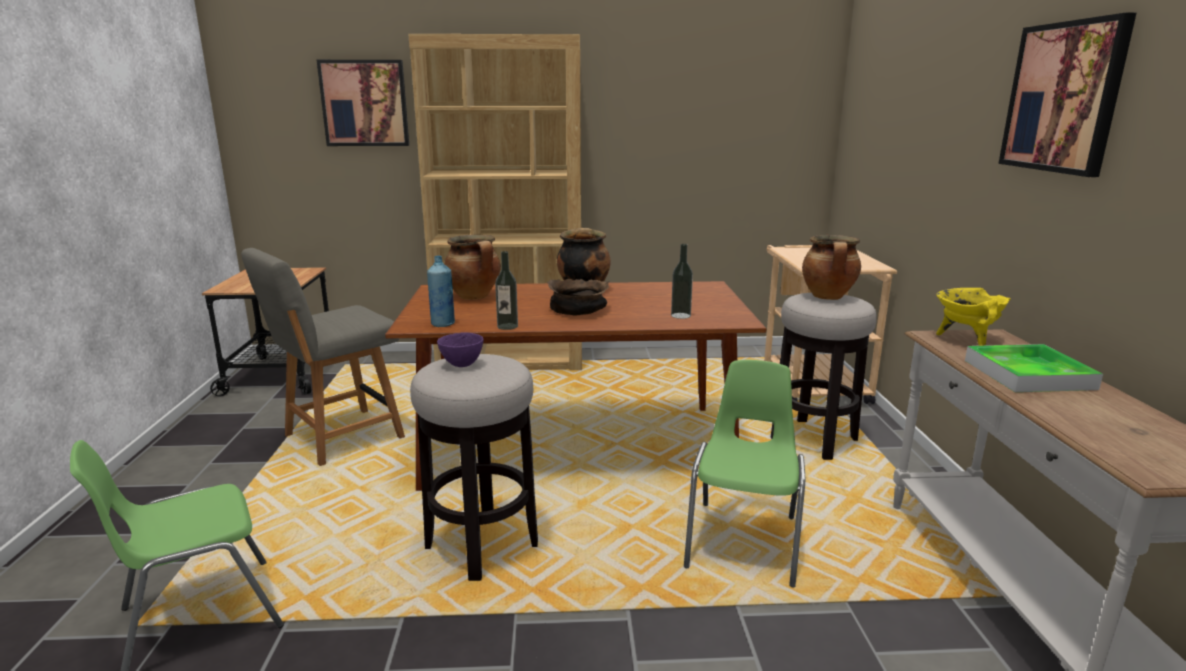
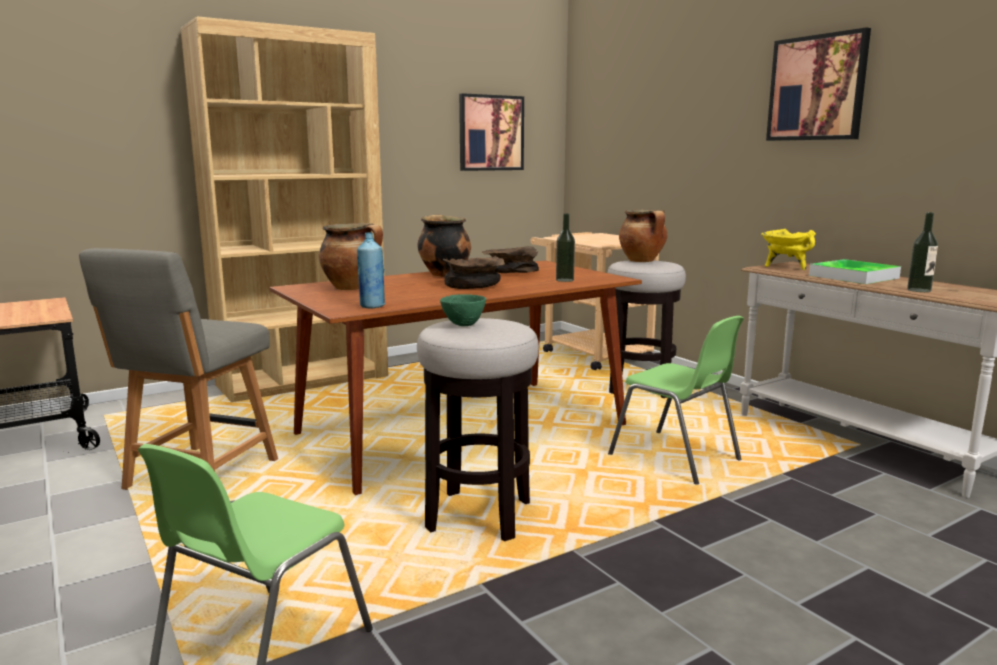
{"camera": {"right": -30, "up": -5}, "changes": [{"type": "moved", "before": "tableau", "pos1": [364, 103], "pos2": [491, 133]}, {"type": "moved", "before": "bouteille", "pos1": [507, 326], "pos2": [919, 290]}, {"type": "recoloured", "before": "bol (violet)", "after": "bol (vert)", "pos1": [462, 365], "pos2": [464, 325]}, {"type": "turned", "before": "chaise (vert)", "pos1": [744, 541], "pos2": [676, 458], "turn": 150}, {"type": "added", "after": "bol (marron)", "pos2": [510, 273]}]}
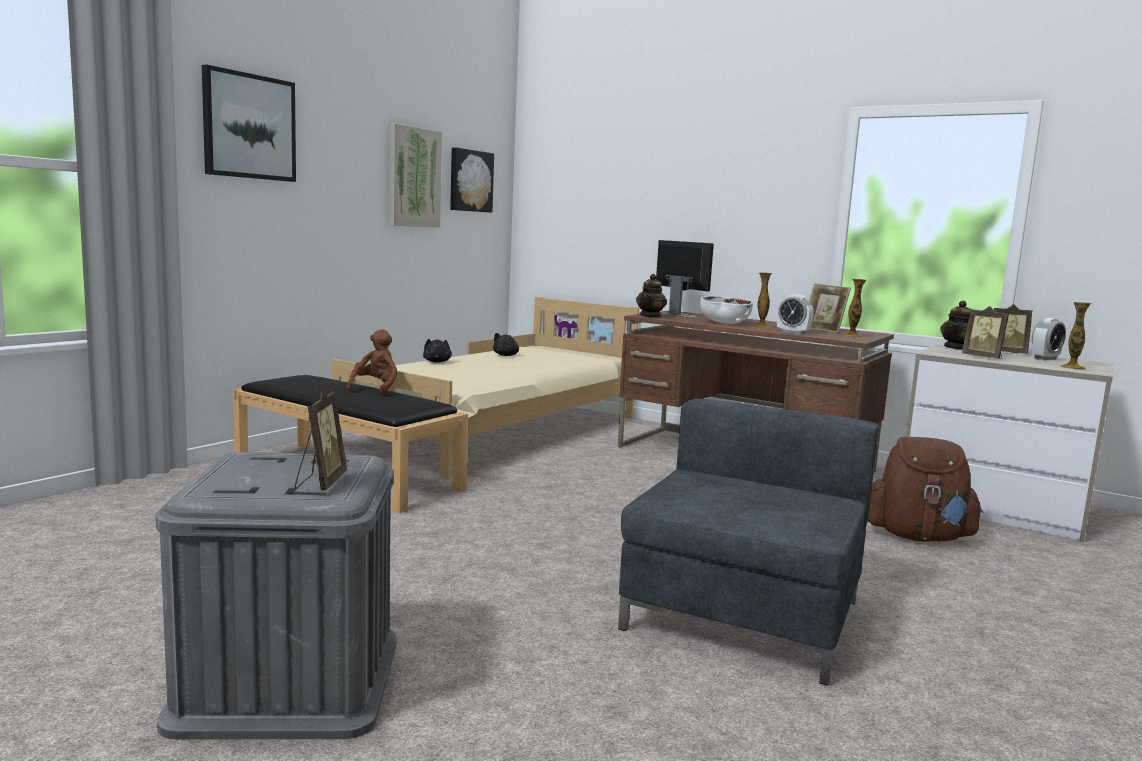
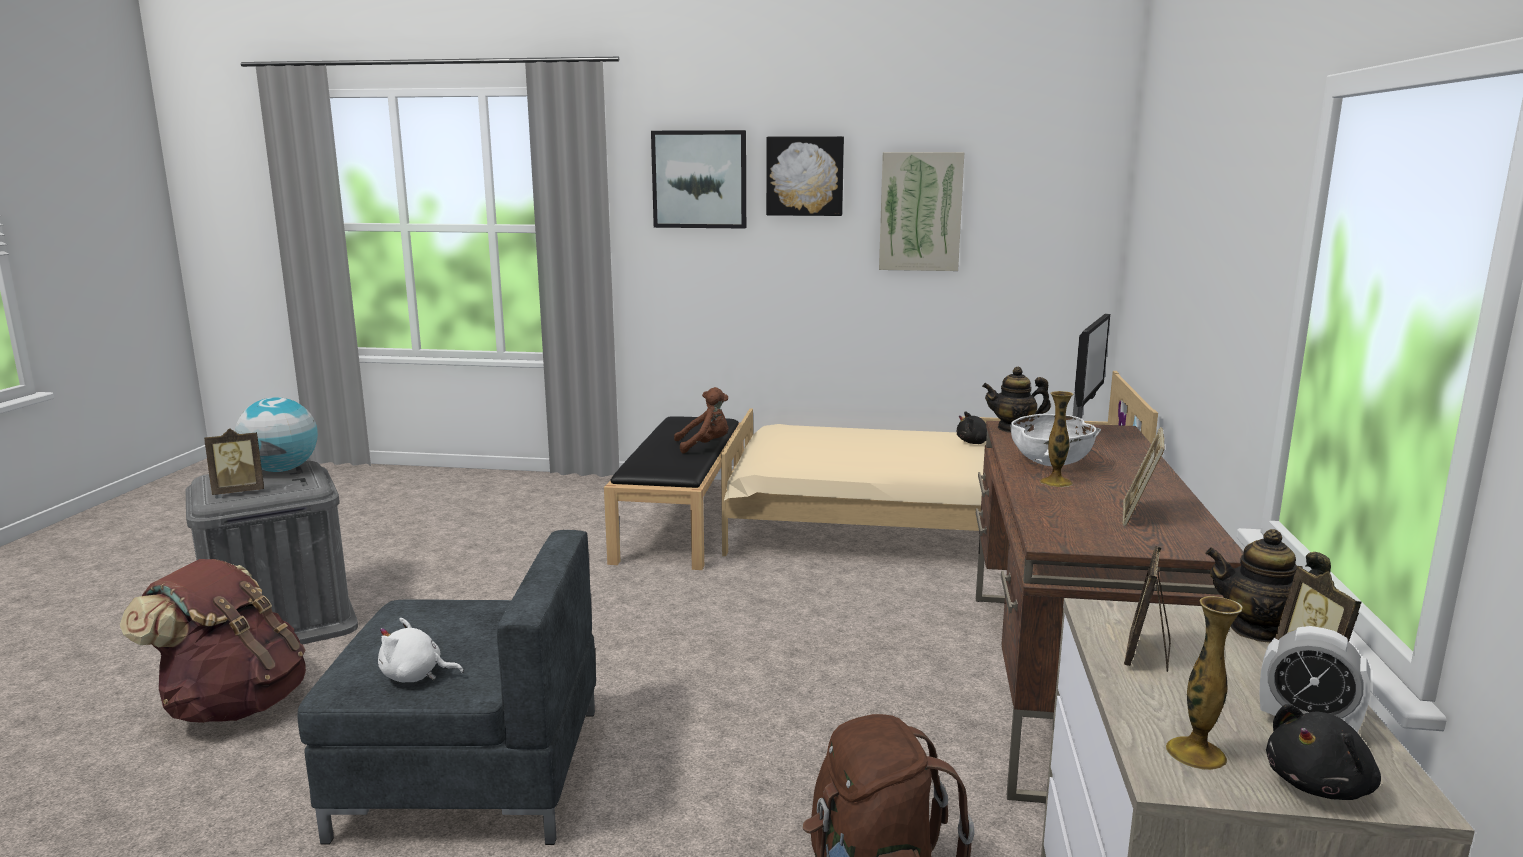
{"camera": {"right": 65, "up": 5}, "changes": [{"type": "moved", "before": "tableau", "pos1": [470, 181], "pos2": [805, 176]}, {"type": "removed", "before": "vase", "pos1": [851, 336]}, {"type": "removed", "before": "réveil", "pos1": [793, 332]}, {"type": "moved", "before": "peluche (noir)", "pos1": [437, 362], "pos2": [1320, 785]}, {"type": "added", "after": "globe", "pos2": [281, 470]}, {"type": "added", "after": "sac à dos (marron)", "pos2": [233, 705]}, {"type": "added", "after": "peluche (blanc)", "pos2": [415, 676]}]}
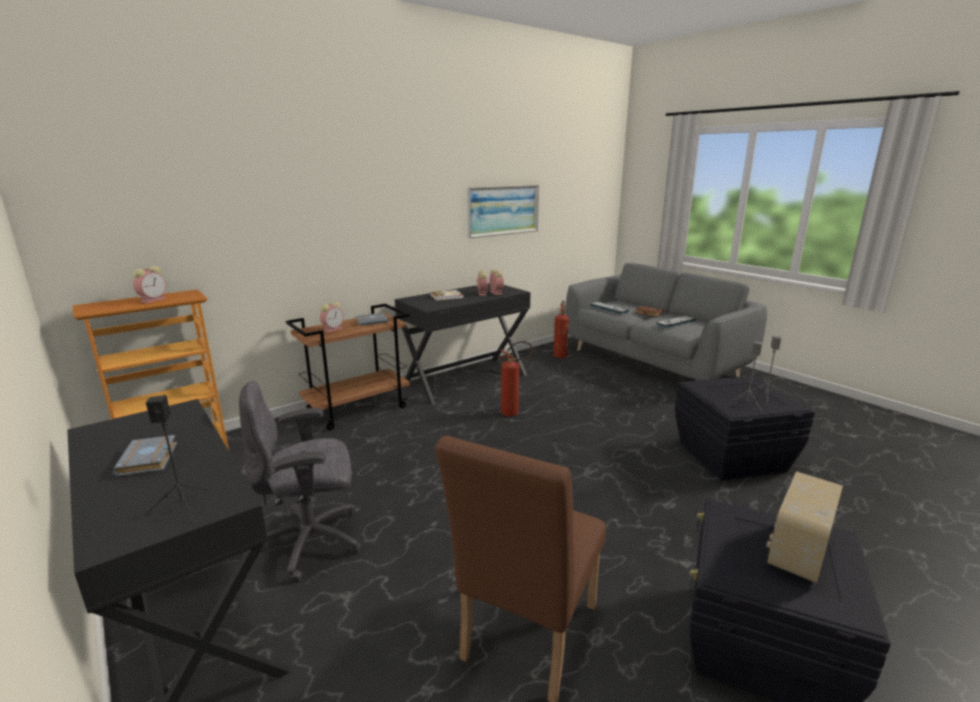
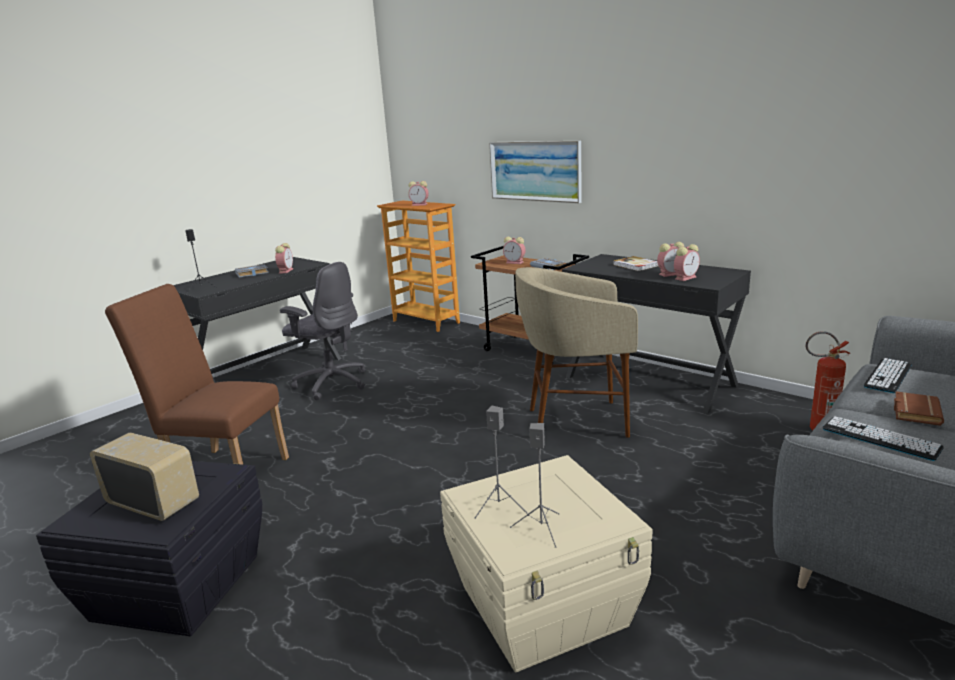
{"camera": {"right": 80, "up": 0}, "changes": [{"type": "moved", "before": "tableau", "pos1": [503, 210], "pos2": [535, 171]}, {"type": "replaced", "before": "extincteur", "after": "tabouret (beige)", "pos1": [514, 413], "pos2": [576, 421]}, {"type": "recoloured", "before": "boîte de rangement (noir)", "after": "boîte de rangement (beige)", "pos1": [731, 456], "pos2": [545, 606]}, {"type": "turned", "before": "chaise de bureau (gris)", "pos1": [312, 542], "pos2": [331, 383], "turn": 150}, {"type": "added", "after": "réveil", "pos2": [286, 271]}]}
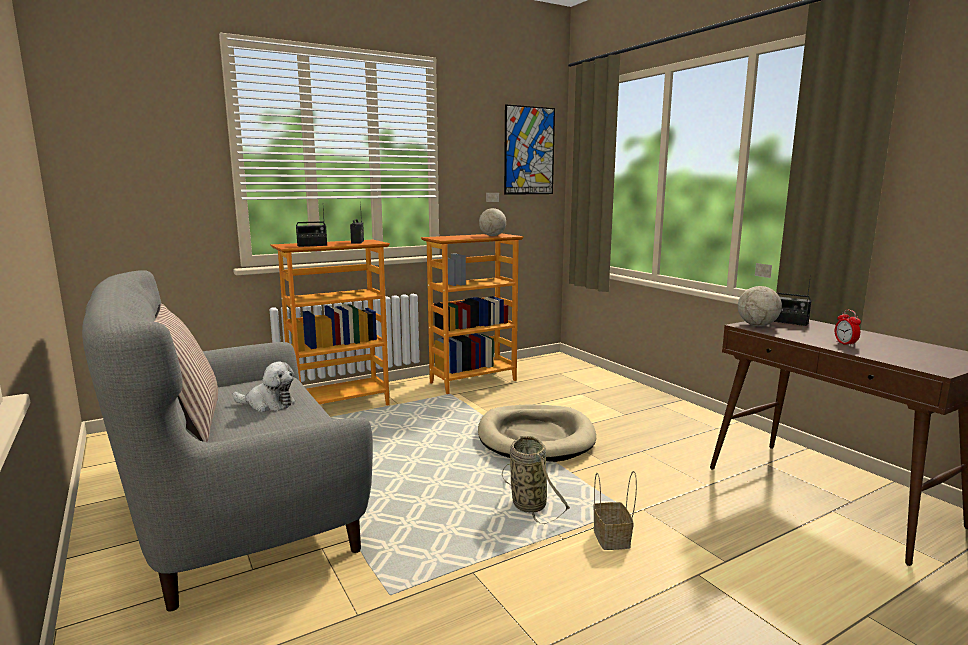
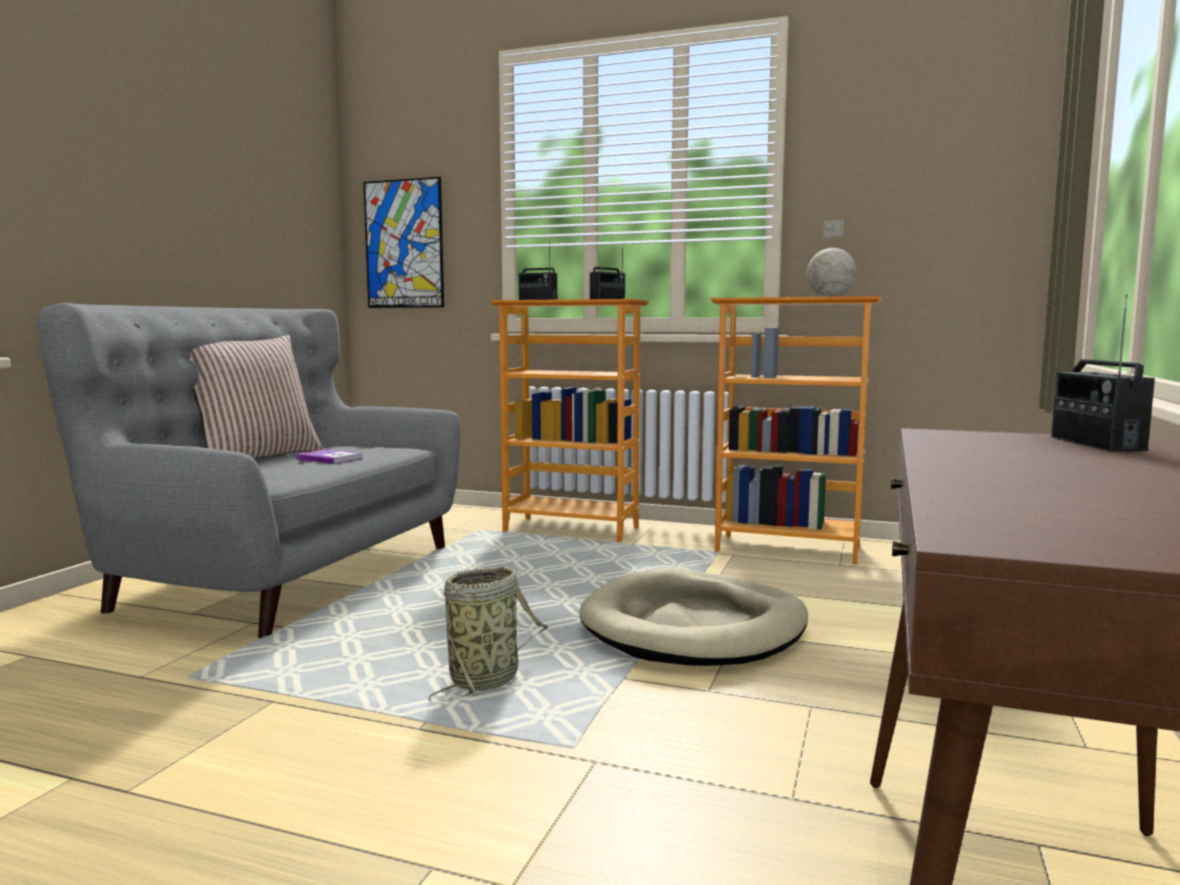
{"camera": {"right": 50, "up": -5}, "changes": [{"type": "moved", "before": "tableau", "pos1": [529, 151], "pos2": [404, 244]}, {"type": "removed", "before": "globe", "pos1": [757, 325]}, {"type": "removed", "before": "réveil", "pos1": [845, 344]}, {"type": "replaced", "before": "peluche", "after": "livre", "pos1": [268, 404], "pos2": [330, 458]}, {"type": "removed", "before": "panier", "pos1": [612, 539]}]}
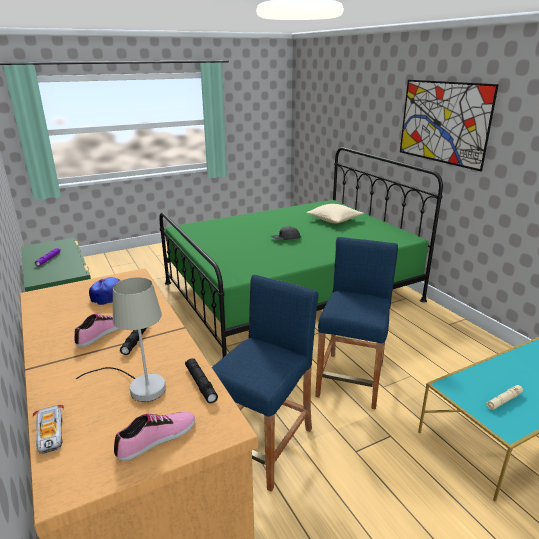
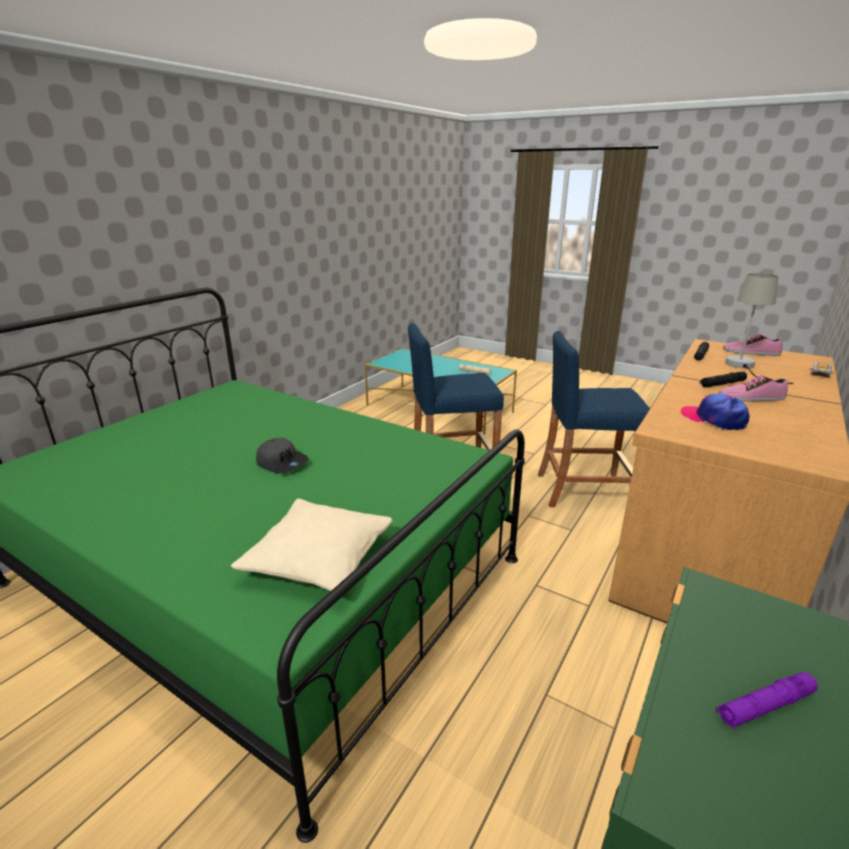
{"camera": {"right": -120, "up": 0}, "changes": [{"type": "removed", "before": "tableau", "pos1": [443, 122]}, {"type": "moved", "before": "coussin (beige)", "pos1": [334, 220], "pos2": [319, 559]}]}
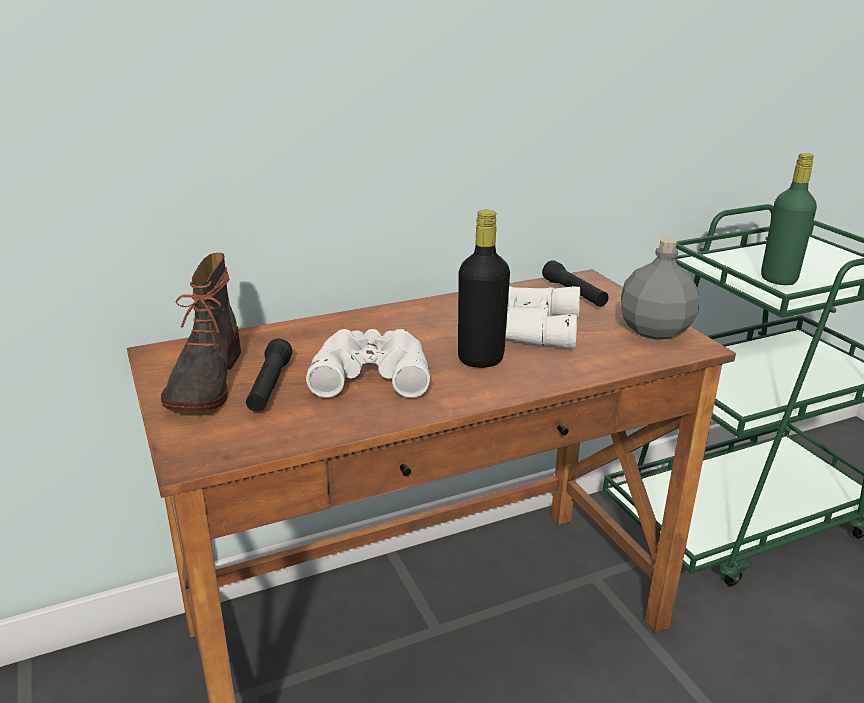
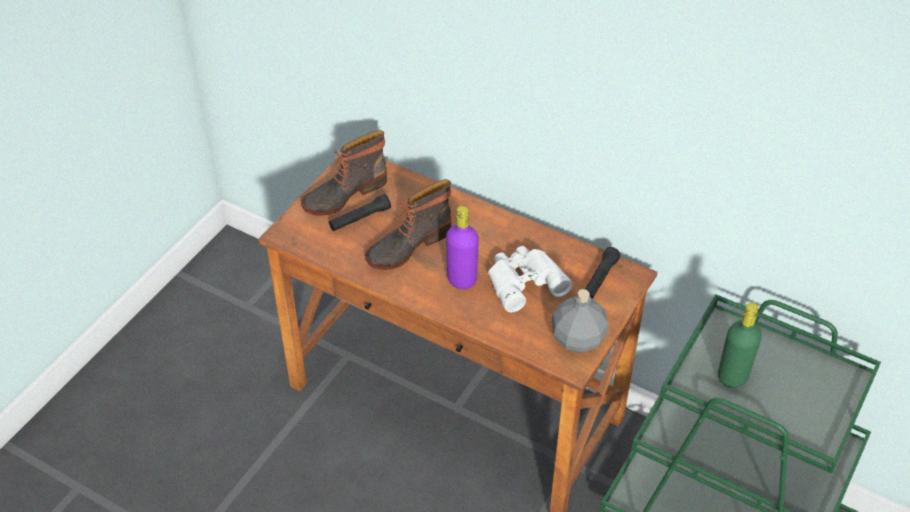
{"camera": {"right": 55, "up": 20}, "changes": [{"type": "recoloured", "before": "bouteille (noir)", "after": "bouteille (violet)", "pos1": [480, 359], "pos2": [462, 280]}, {"type": "replaced", "before": "jumelles (blanc)", "after": "botte", "pos1": [371, 372], "pos2": [407, 245]}]}
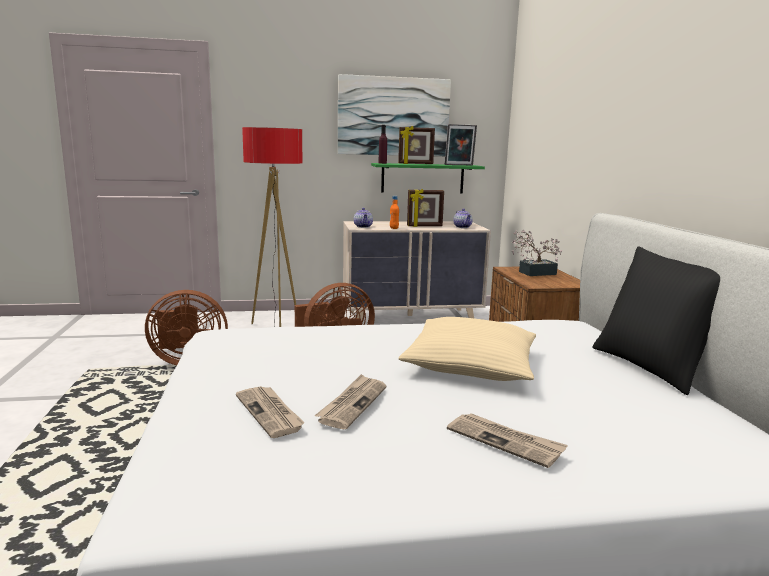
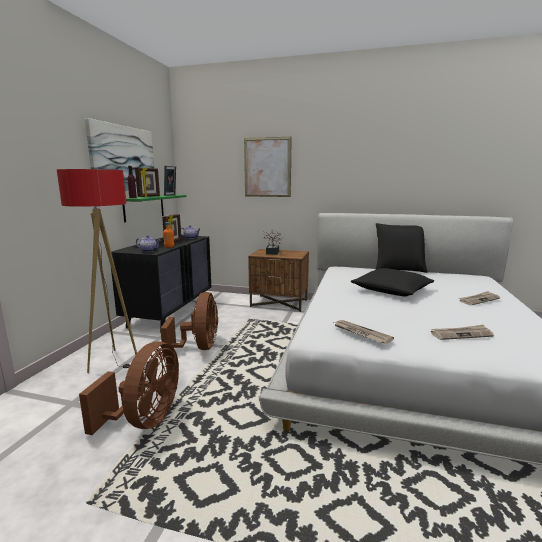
{"camera": {"right": -65, "up": 0}, "changes": [{"type": "recoloured", "before": "commode (beige)", "after": "commode (noir)", "pos1": [411, 317], "pos2": [170, 312]}, {"type": "recoloured", "before": "coussin (beige)", "after": "coussin (noir)", "pos1": [471, 364], "pos2": [391, 290]}, {"type": "moved", "before": "journal", "pos1": [352, 403], "pos2": [361, 333]}, {"type": "added", "after": "tableau", "pos2": [267, 167]}]}
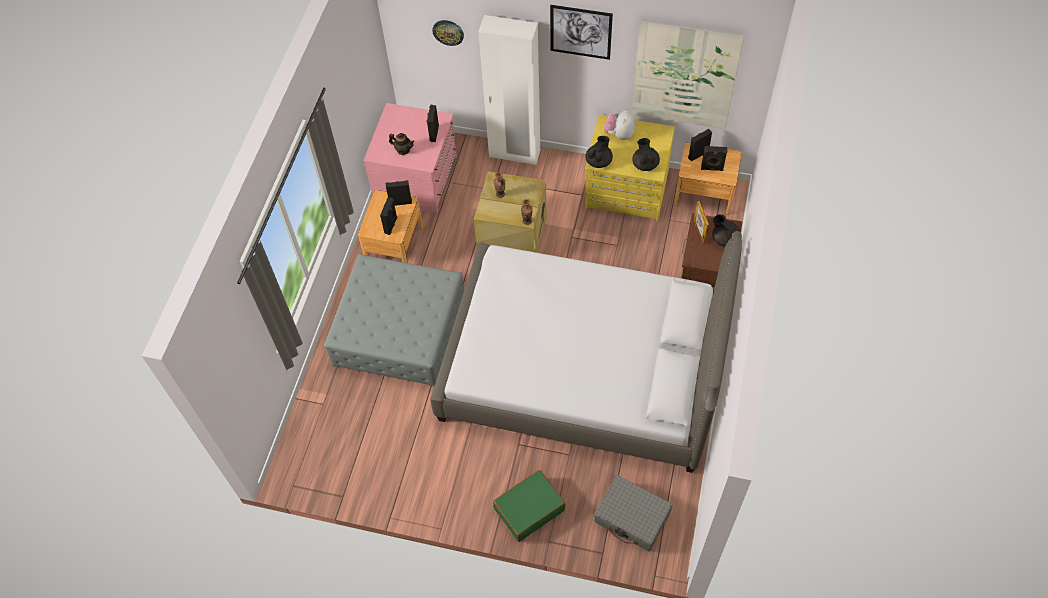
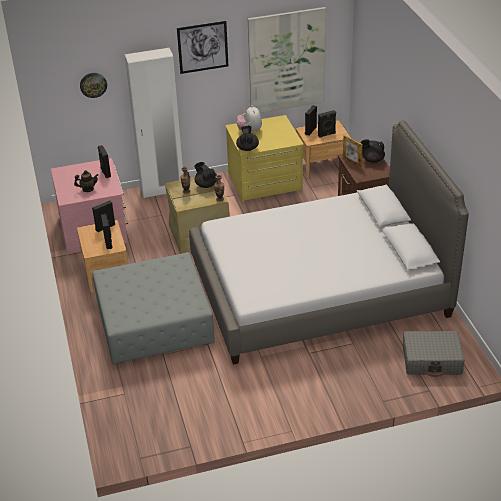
{"camera": {"right": -30, "up": -20}, "changes": [{"type": "moved", "before": "théière (noir)", "pos1": [645, 164], "pos2": [206, 185]}, {"type": "removed", "before": "valise (vert)", "pos1": [529, 509]}]}
